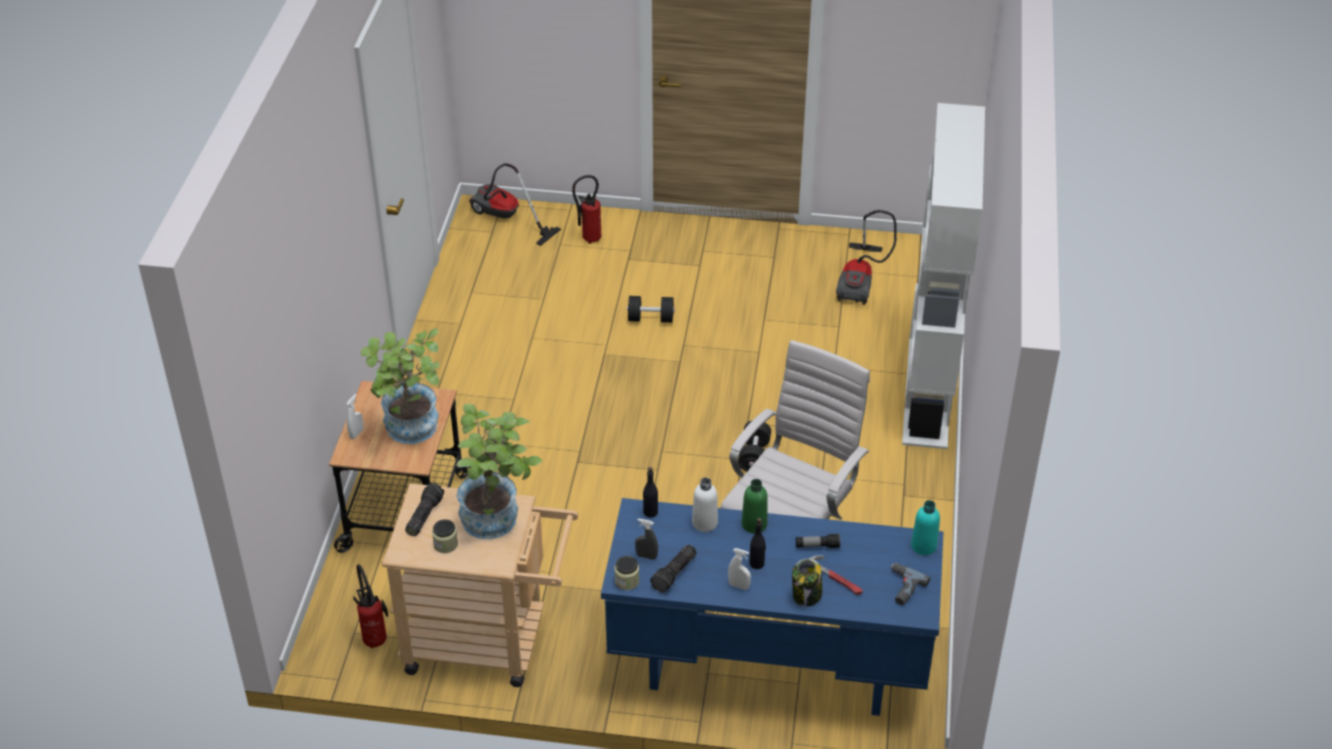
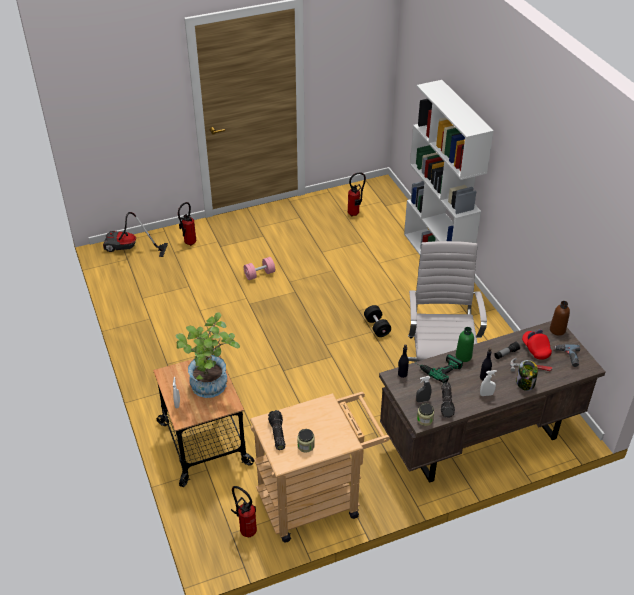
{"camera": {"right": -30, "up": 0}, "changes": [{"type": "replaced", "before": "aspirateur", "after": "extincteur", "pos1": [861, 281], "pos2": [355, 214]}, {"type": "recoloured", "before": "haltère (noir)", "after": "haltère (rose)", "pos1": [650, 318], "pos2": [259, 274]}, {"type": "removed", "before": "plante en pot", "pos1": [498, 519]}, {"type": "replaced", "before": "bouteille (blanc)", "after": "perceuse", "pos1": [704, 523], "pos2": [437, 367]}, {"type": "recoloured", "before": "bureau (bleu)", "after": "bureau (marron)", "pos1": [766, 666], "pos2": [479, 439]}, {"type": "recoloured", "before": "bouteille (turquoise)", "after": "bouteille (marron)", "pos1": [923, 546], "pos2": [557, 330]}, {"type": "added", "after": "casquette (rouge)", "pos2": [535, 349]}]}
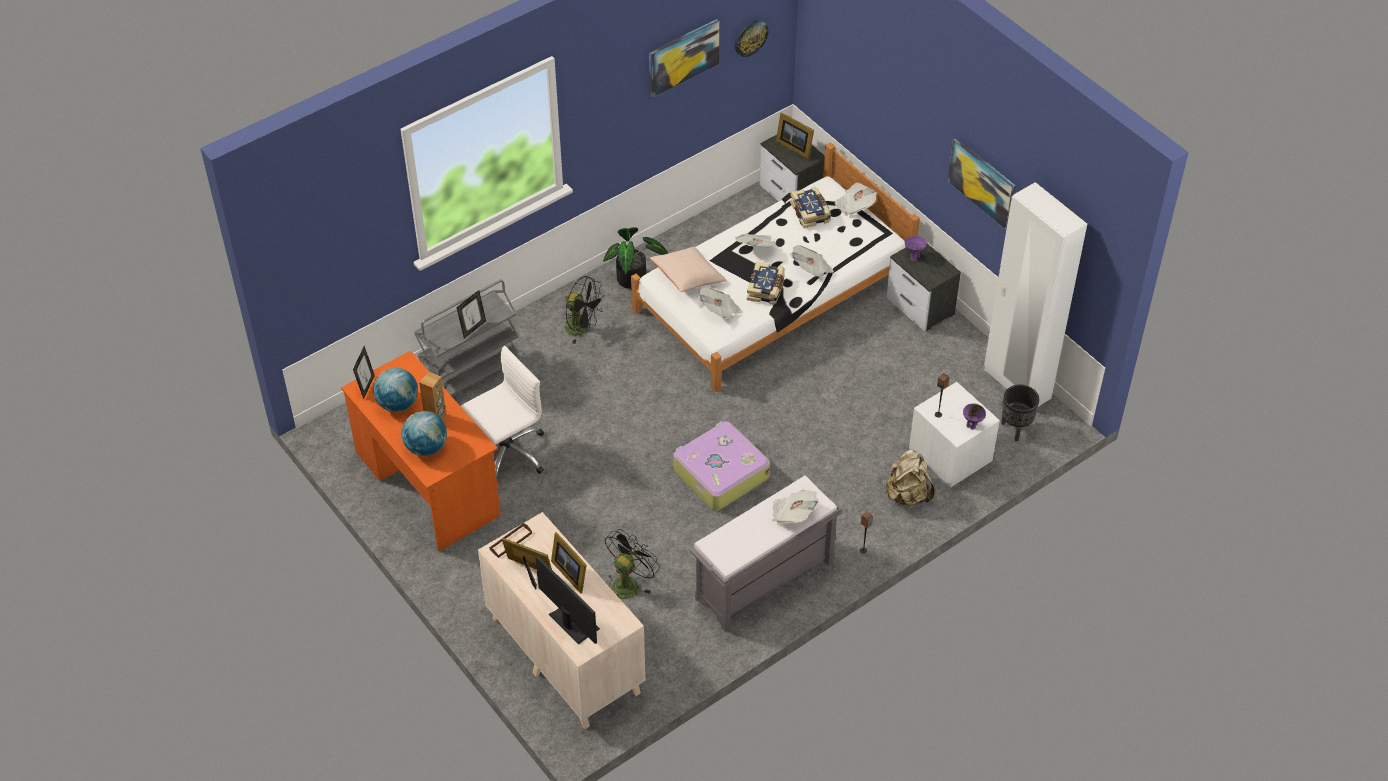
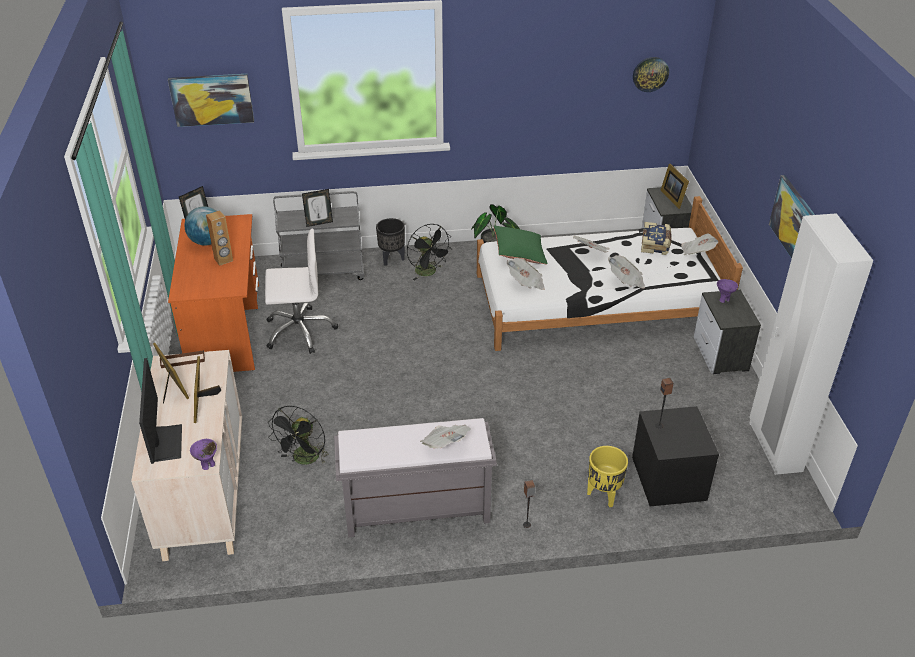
{"camera": {"right": 30, "up": -10}, "changes": [{"type": "moved", "before": "tableau", "pos1": [683, 57], "pos2": [212, 99]}, {"type": "recoloured", "before": "coussin (beige)", "after": "coussin (vert)", "pos1": [688, 277], "pos2": [519, 253]}, {"type": "removed", "before": "livre", "pos1": [766, 289]}, {"type": "recoloured", "before": "table de chevet (blanc)", "after": "table de chevet (noir)", "pos1": [950, 455], "pos2": [668, 479]}, {"type": "moved", "before": "cache-pot (noir)", "pos1": [1015, 429], "pos2": [391, 259]}, {"type": "moved", "before": "bol (violet)", "pos1": [972, 425], "pos2": [207, 465]}, {"type": "removed", "before": "globe", "pos1": [426, 447]}, {"type": "removed", "before": "valise", "pos1": [720, 473]}, {"type": "replaced", "before": "sac à dos (beige)", "after": "cache-pot (jaune)", "pos1": [907, 495], "pos2": [603, 495]}, {"type": "turned", "before": "ventilateur (noir)", "pos1": [628, 582], "pos2": [304, 460], "turn": 135}]}
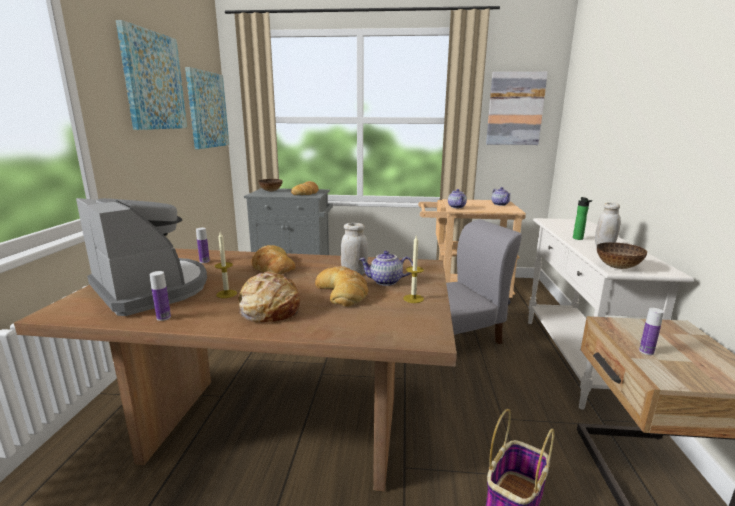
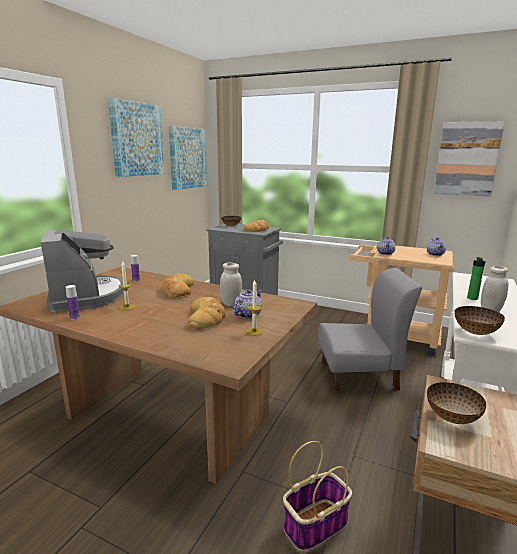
{"camera": {"right": 20, "up": 0}, "changes": [{"type": "turned", "before": "théière", "pos1": [385, 282], "pos2": [247, 314], "turn": 105}, {"type": "removed", "before": "pain", "pos1": [269, 309]}, {"type": "replaced", "before": "bouteille", "after": "bol", "pos1": [646, 351], "pos2": [451, 418]}]}
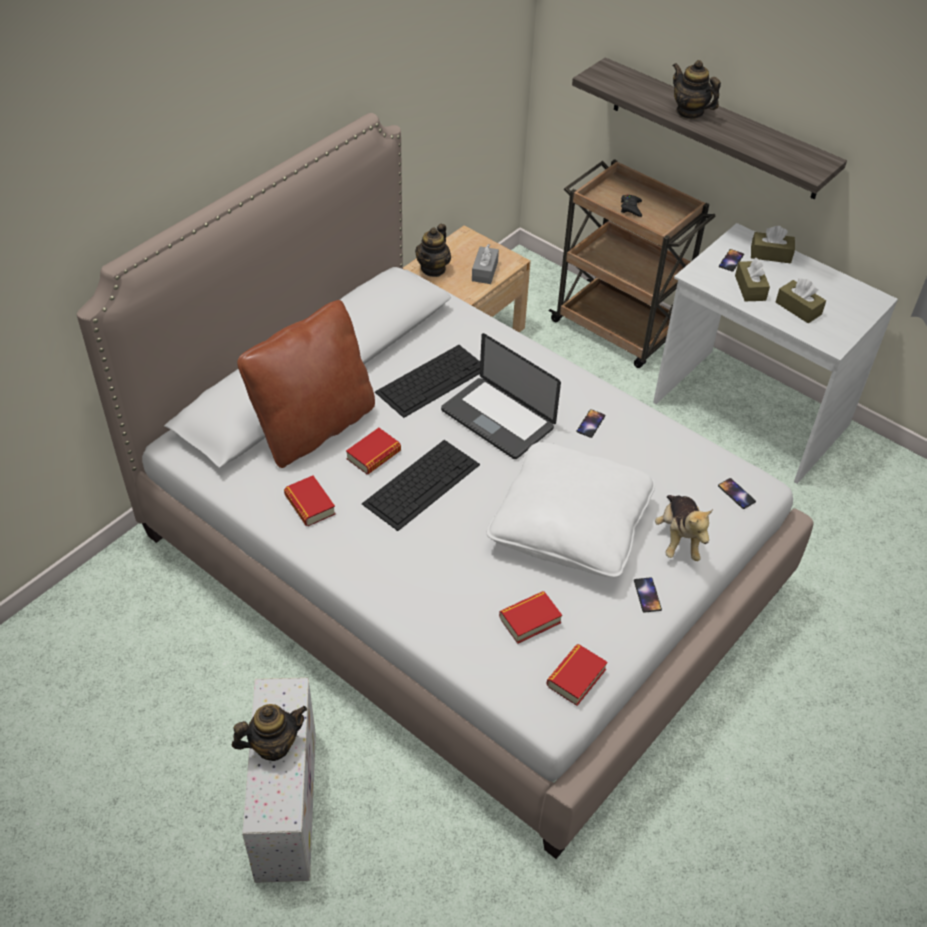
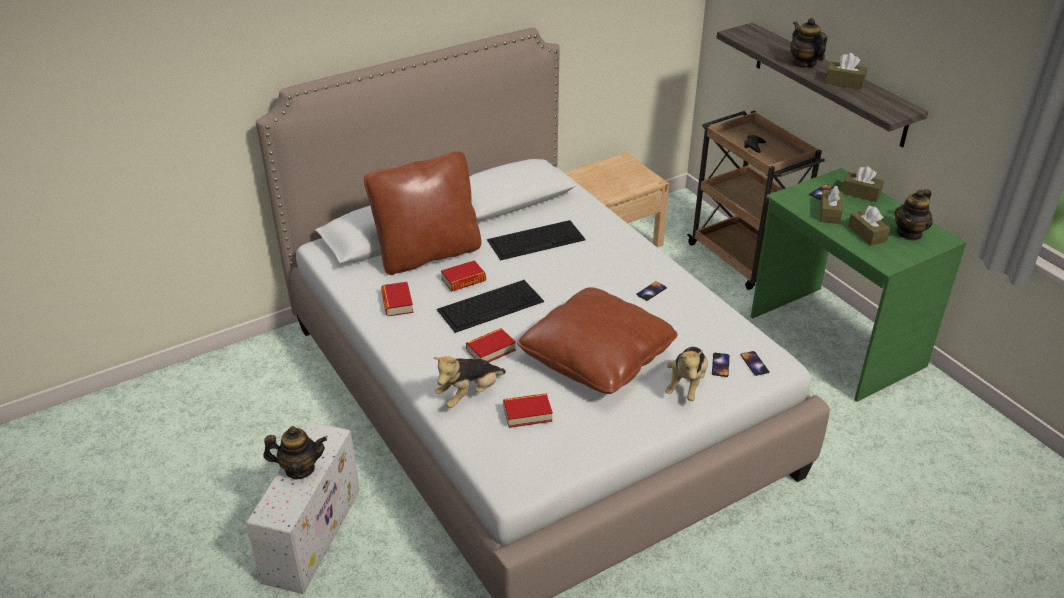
{"camera": {"right": 20, "up": -10}, "changes": [{"type": "recoloured", "before": "bureau (blanc)", "after": "bureau (vert)", "pos1": [749, 414], "pos2": [834, 341]}, {"type": "moved", "before": "théière", "pos1": [433, 269], "pos2": [909, 233]}, {"type": "removed", "before": "boîte à mouchoirs (gris)", "pos1": [484, 271]}, {"type": "removed", "before": "ordinateur portable", "pos1": [497, 419]}, {"type": "recoloured", "before": "coussin (blanc)", "after": "coussin (marron)", "pos1": [570, 526], "pos2": [597, 358]}, {"type": "moved", "before": "téléphone", "pos1": [647, 595], "pos2": [720, 365]}, {"type": "moved", "before": "livre", "pos1": [576, 677], "pos2": [491, 350]}, {"type": "added", "after": "boîte à mouchoirs (marron)", "pos2": [844, 82]}, {"type": "added", "after": "peluche", "pos2": [469, 394]}]}
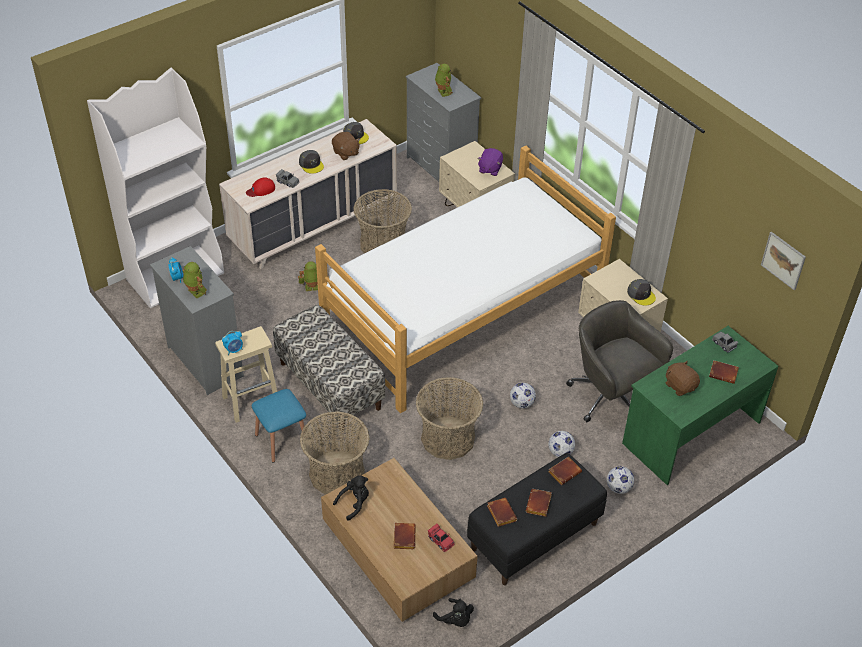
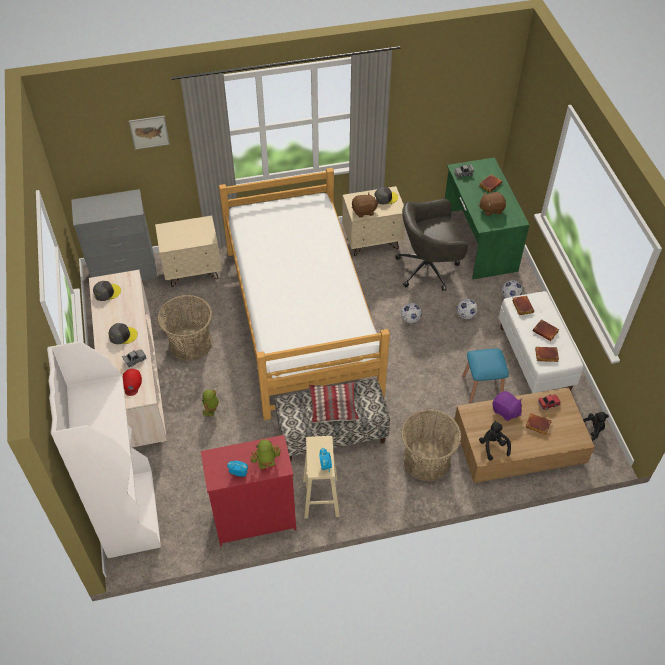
{"camera": {"right": -65, "up": 5}, "changes": [{"type": "removed", "before": "robot jouet", "pos1": [443, 92]}, {"type": "moved", "before": "peluche (marron)", "pos1": [345, 153], "pos2": [364, 211]}, {"type": "moved", "before": "peluche (violet)", "pos1": [489, 169], "pos2": [505, 411]}, {"type": "moved", "before": "tableau", "pos1": [783, 260], "pos2": [149, 132]}, {"type": "recoloured", "before": "commode (gris)", "after": "commode (rouge)", "pos1": [205, 360], "pos2": [254, 519]}, {"type": "removed", "before": "panier", "pos1": [447, 438]}, {"type": "moved", "before": "tabouret (bleu)", "pos1": [282, 440], "pos2": [482, 387]}, {"type": "recoloured", "before": "banc (noir)", "after": "banc (blanc)", "pos1": [534, 537], "pos2": [535, 359]}, {"type": "added", "after": "coussin", "pos2": [333, 406]}]}
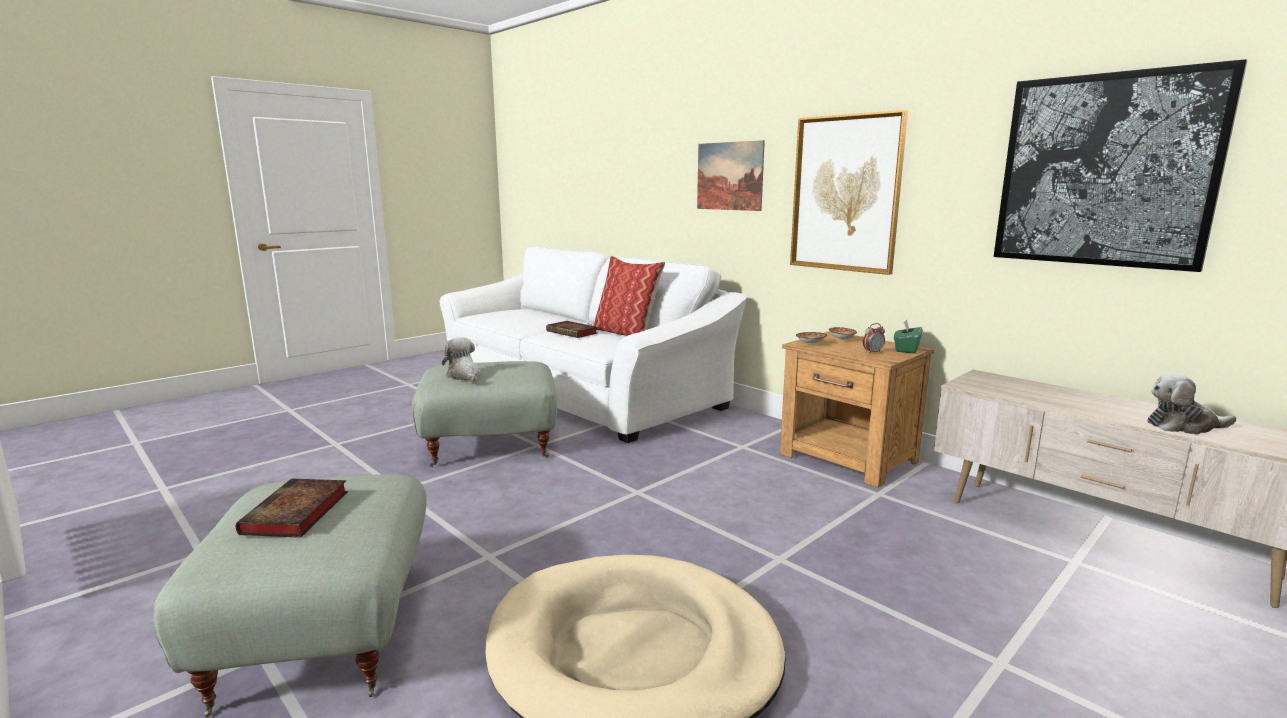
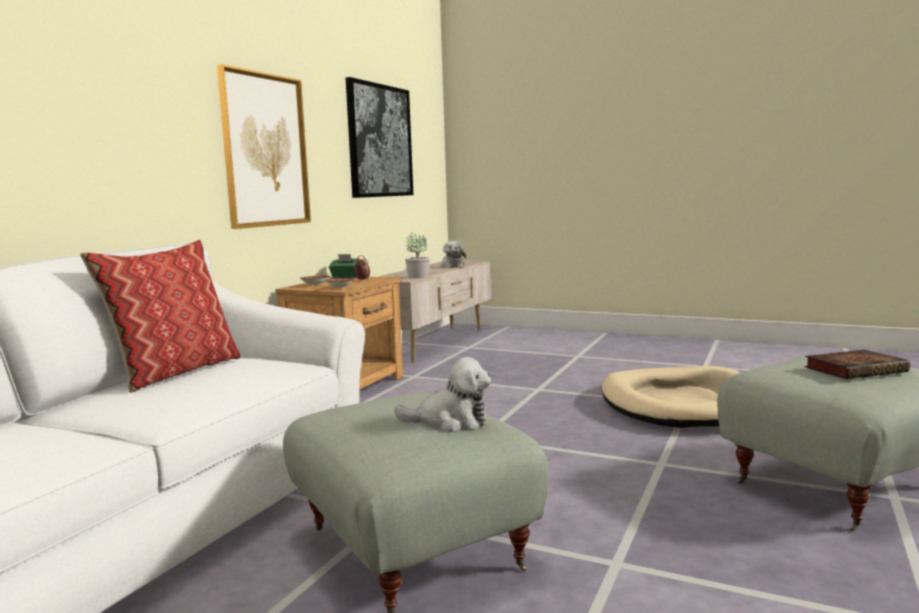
{"camera": {"right": -110, "up": -5}, "changes": [{"type": "removed", "before": "tableau", "pos1": [729, 176]}, {"type": "removed", "before": "livre", "pos1": [573, 332]}, {"type": "turned", "before": "peluche", "pos1": [464, 376], "pos2": [449, 421], "turn": -120}, {"type": "added", "after": "plante en pot", "pos2": [417, 276]}]}
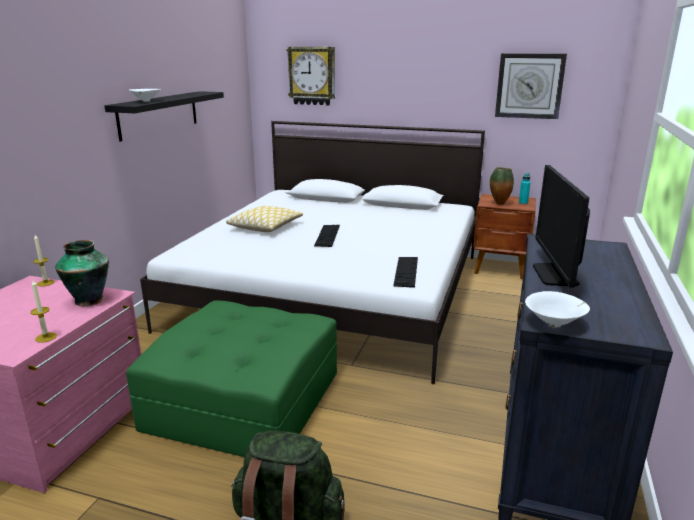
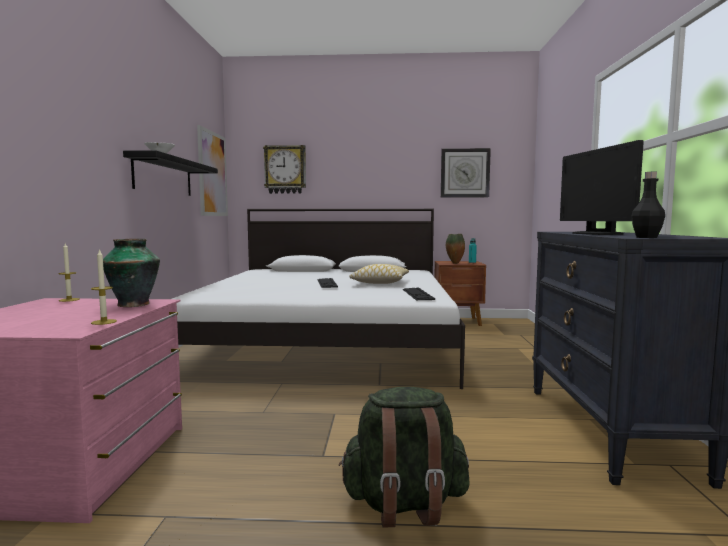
{"camera": {"right": -15, "up": -15}, "changes": [{"type": "moved", "before": "coussin", "pos1": [265, 227], "pos2": [380, 282]}, {"type": "replaced", "before": "bol (blanc)", "after": "bouteille (noir)", "pos1": [555, 324], "pos2": [646, 237]}, {"type": "removed", "before": "pouf (vert)", "pos1": [245, 400]}, {"type": "added", "after": "tableau", "pos2": [212, 174]}]}
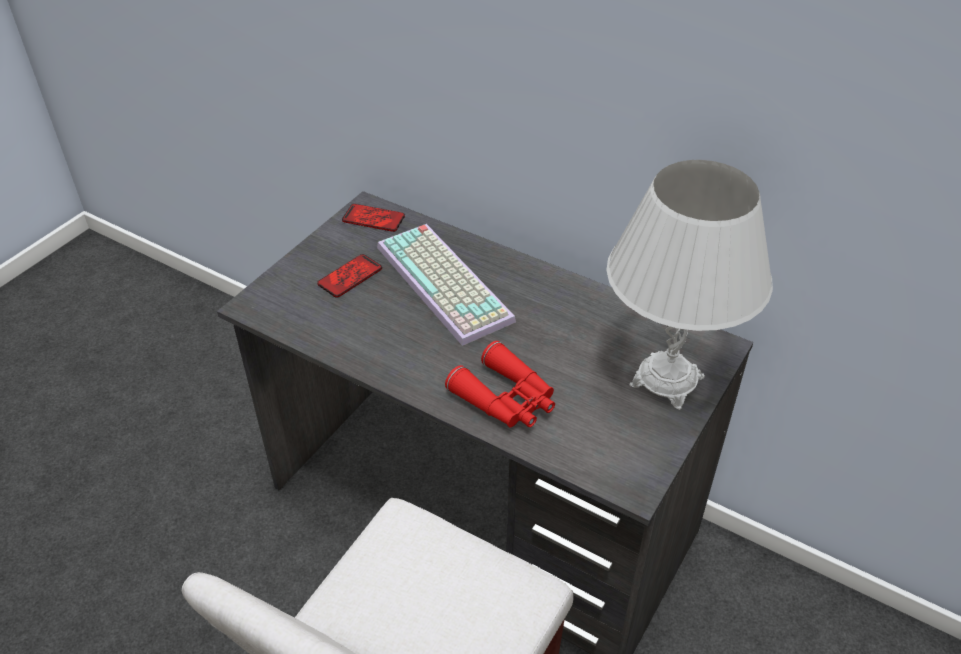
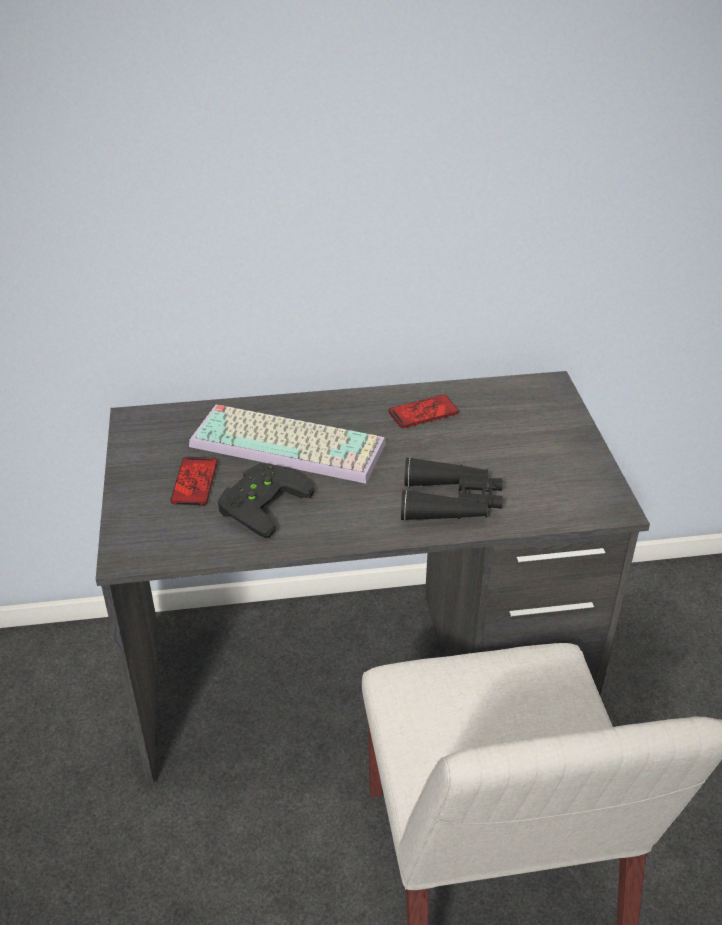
{"camera": {"right": -40, "up": -5}, "changes": [{"type": "removed", "before": "lampe de table (blanc)", "pos1": [667, 381]}, {"type": "moved", "before": "téléphone", "pos1": [373, 219], "pos2": [423, 412]}, {"type": "recoloured", "before": "jumelles (rouge)", "after": "jumelles (noir)", "pos1": [506, 399], "pos2": [451, 502]}, {"type": "added", "after": "manette (noir)", "pos2": [259, 502]}]}
